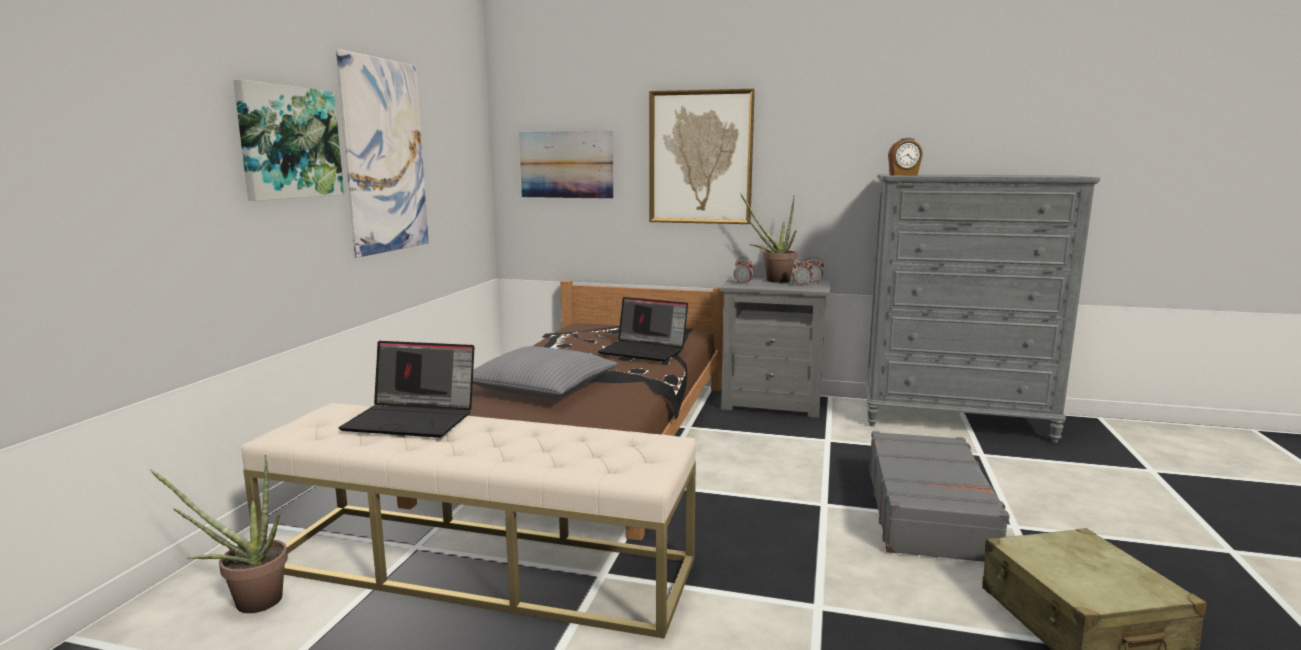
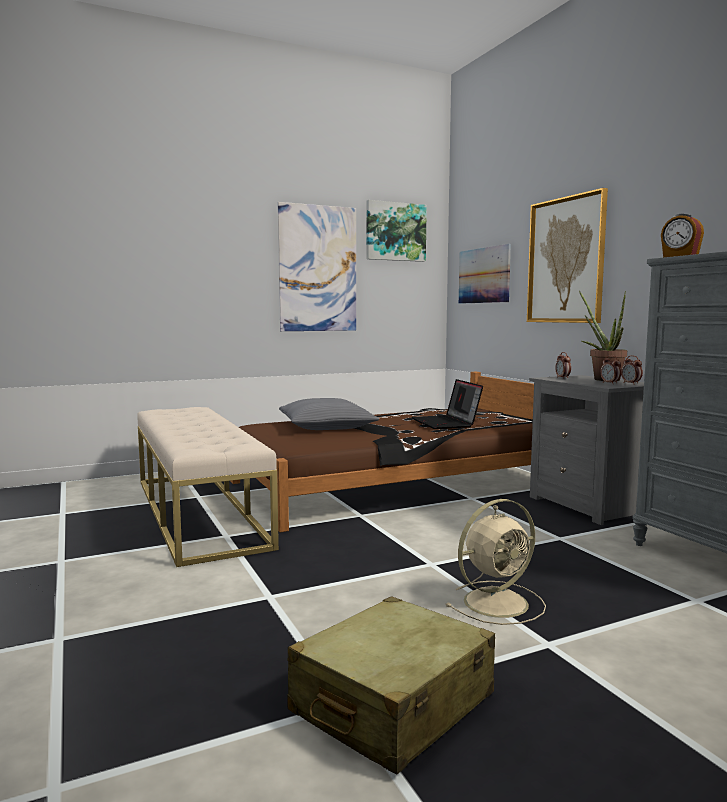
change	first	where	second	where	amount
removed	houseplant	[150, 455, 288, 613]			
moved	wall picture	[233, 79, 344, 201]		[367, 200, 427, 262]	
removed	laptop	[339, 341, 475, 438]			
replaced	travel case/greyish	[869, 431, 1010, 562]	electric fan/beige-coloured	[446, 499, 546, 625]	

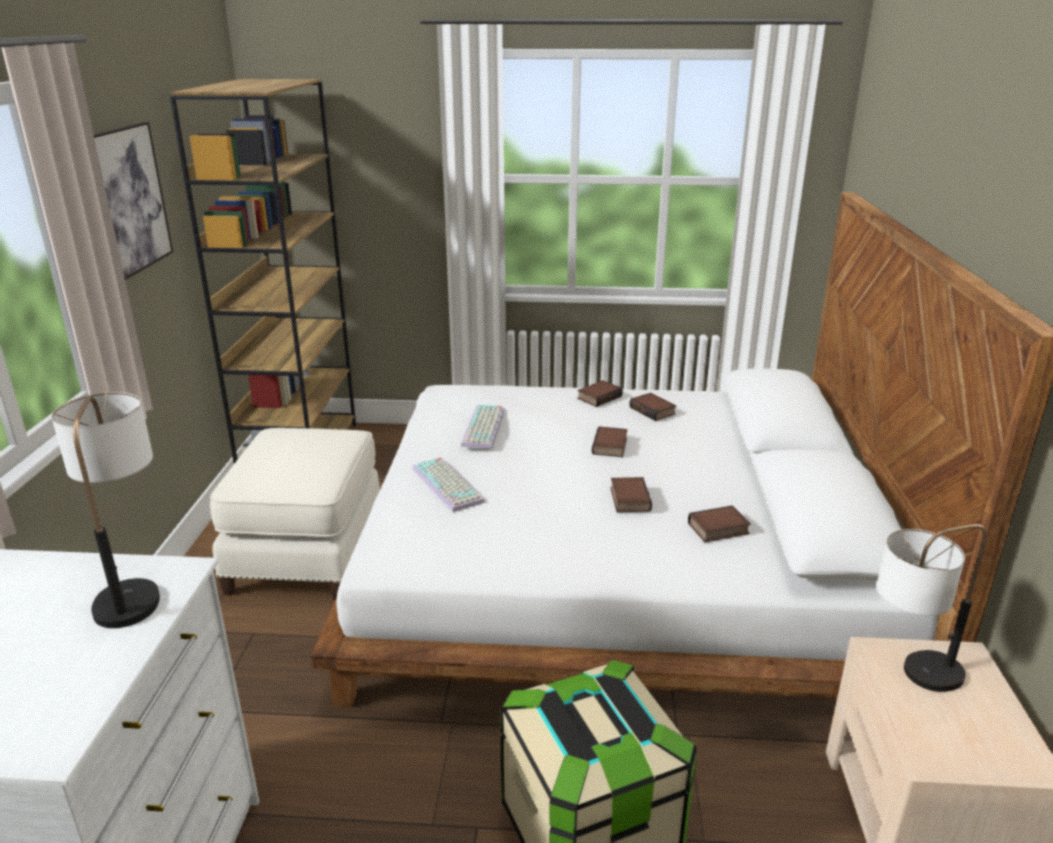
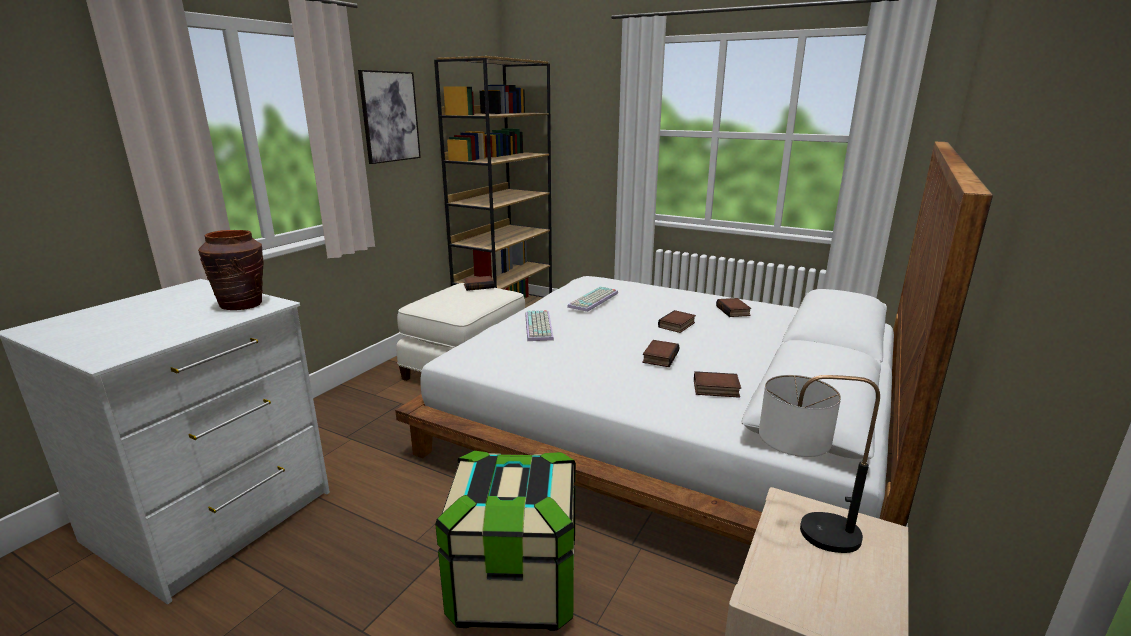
change	first	where	second	where	amount
replaced	tabletop lamp	[52, 392, 160, 628]	vase/brown	[198, 230, 263, 310]	
moved	book	[577, 381, 623, 407]		[463, 276, 494, 291]	

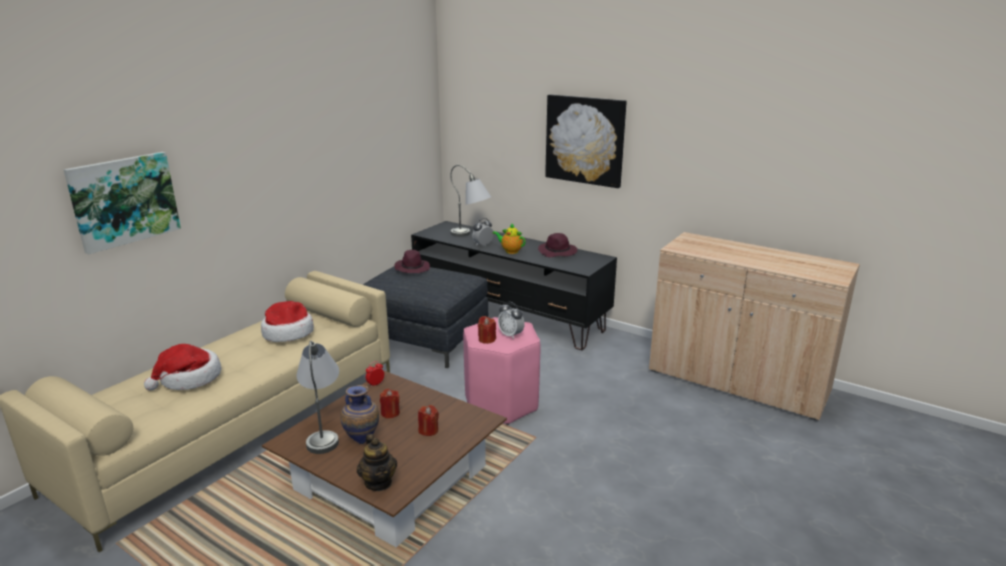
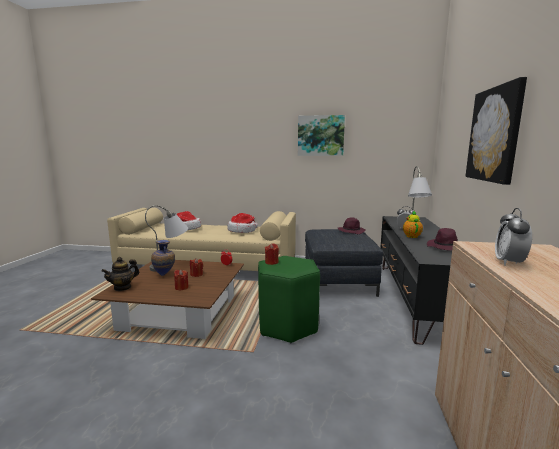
change	first	where	second	where	amount
moved	wall picture	[63, 152, 181, 254]		[298, 115, 345, 156]	
recoloured	stool seat/pink	[463, 317, 541, 425]	stool seat/green	[258, 256, 320, 343]	
moved	alarm clock	[498, 301, 525, 339]		[495, 208, 532, 266]	

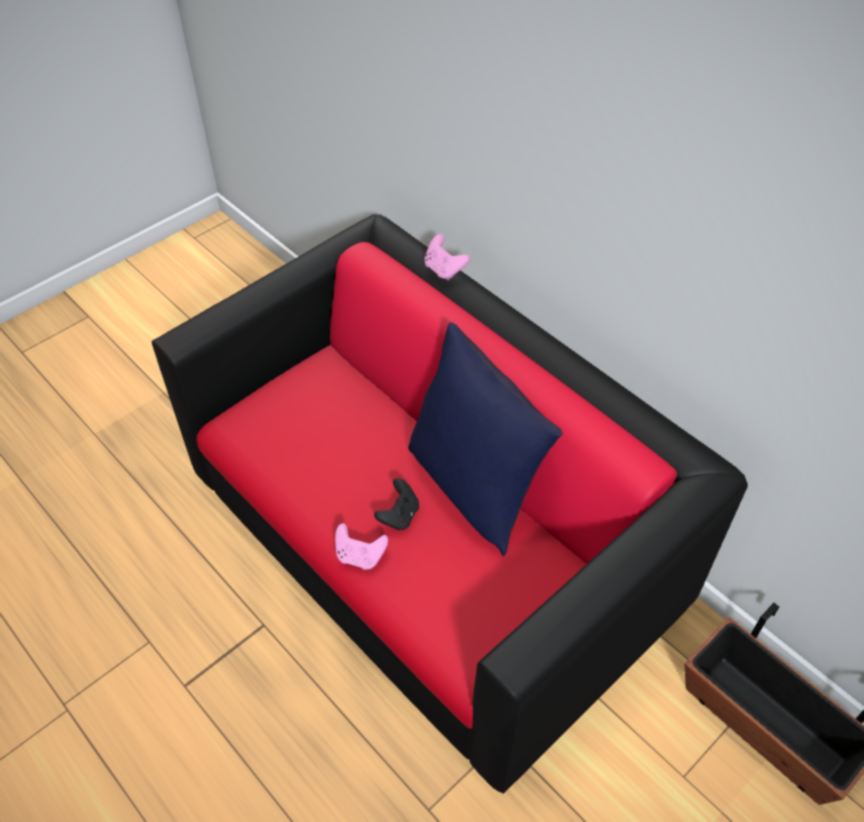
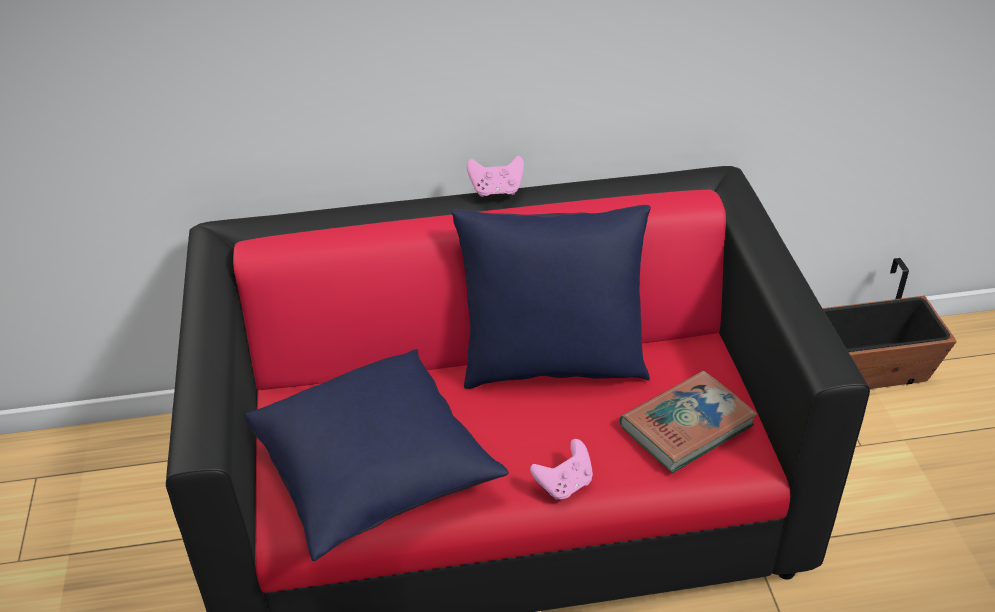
change	first	where	second	where	amount
removed	joypad/blackish	[374, 478, 419, 530]			
moved	joypad/pink	[424, 234, 470, 280]		[467, 156, 524, 197]	
added			pillow/blue-coloured	[246, 349, 509, 561]	
added			book	[619, 371, 758, 473]	

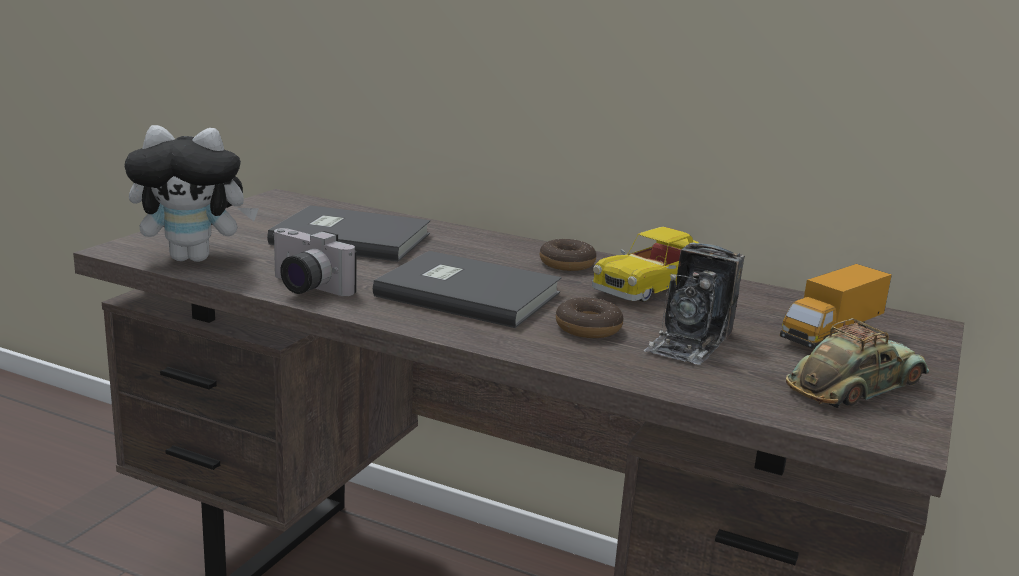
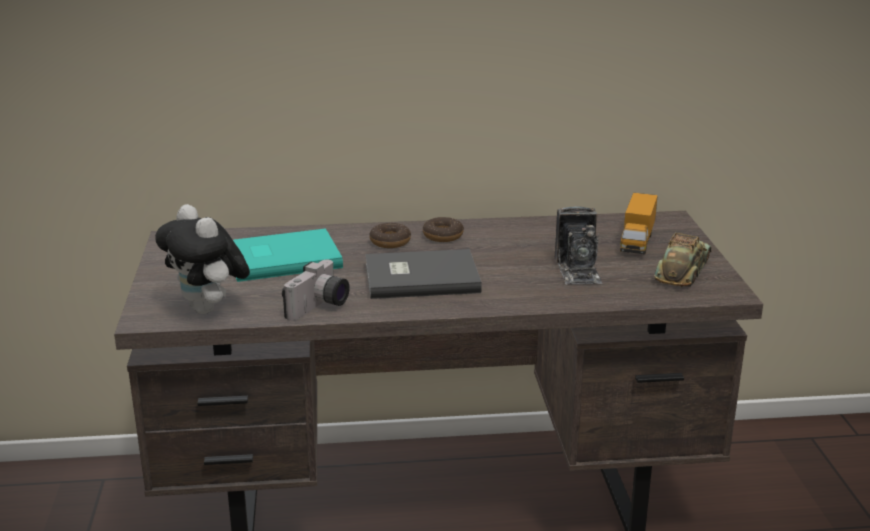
change	first	where	second	where	amount
turned	soft toy	[124, 125, 259, 262]		[155, 204, 250, 314]	90 degrees clockwise
recoloured	book/greyish	[267, 205, 430, 262]	book/turquoise	[233, 228, 343, 282]	
turned	photo camera	[272, 228, 357, 296]		[282, 260, 350, 321]	60 degrees counterclockwise
moved	donut	[556, 297, 624, 338]		[370, 223, 411, 248]	
removed	miniature car	[591, 227, 699, 302]			

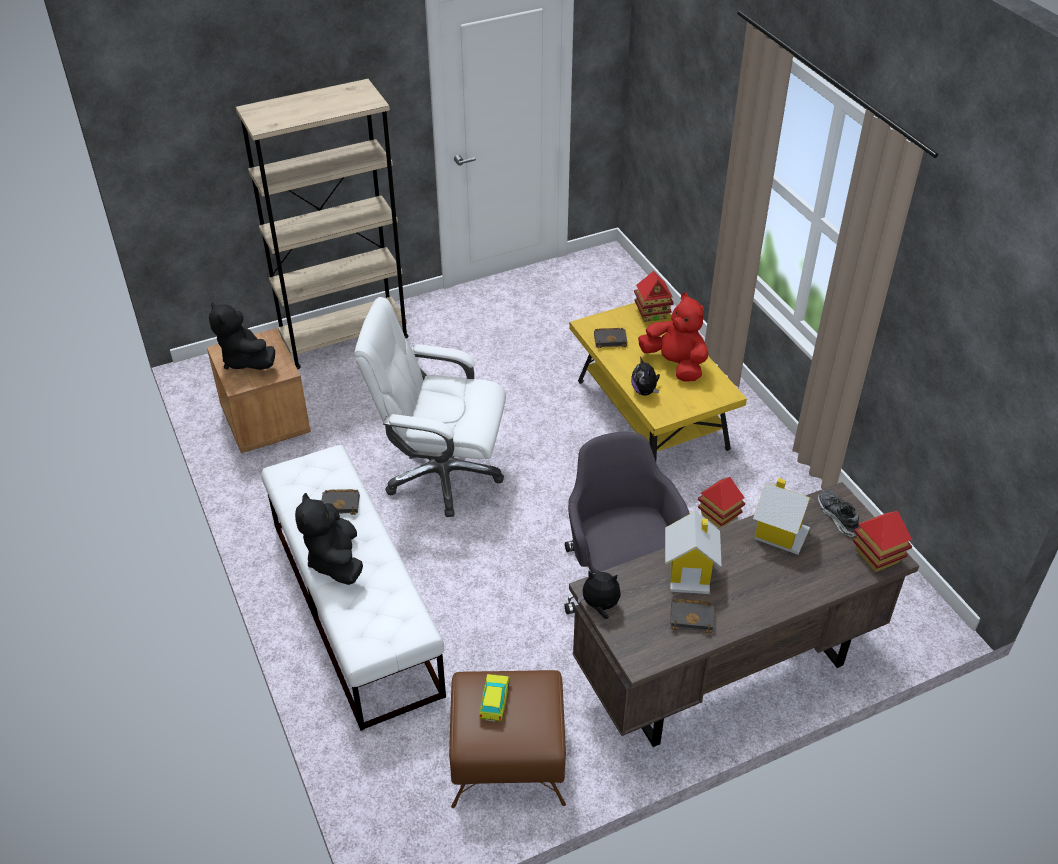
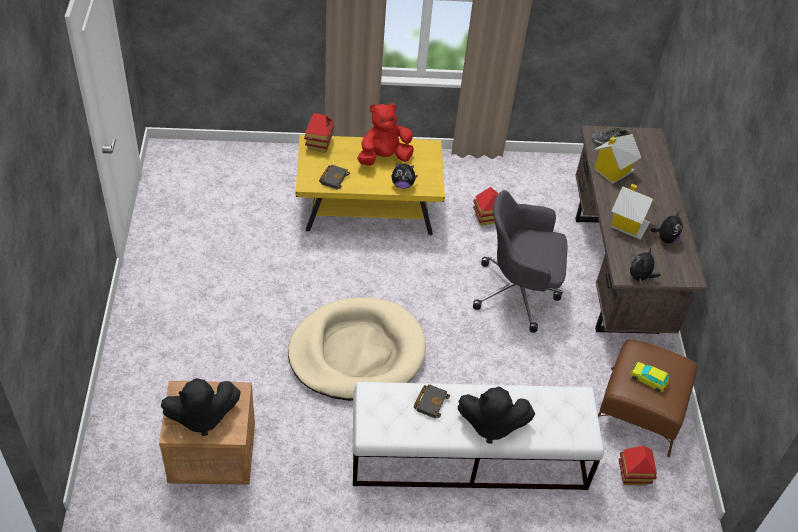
change	first	where	second	where	amount
removed	bookshelf/beige-coloured	[235, 79, 408, 369]			
replaced	desk chair/white-coloured	[354, 297, 506, 517]	pet bed/beige-coloured	[288, 297, 426, 401]	
replaced	book/blackish	[670, 599, 714, 634]	soft toy	[651, 212, 683, 243]	
moved	model house	[853, 511, 912, 572]		[619, 445, 657, 486]	

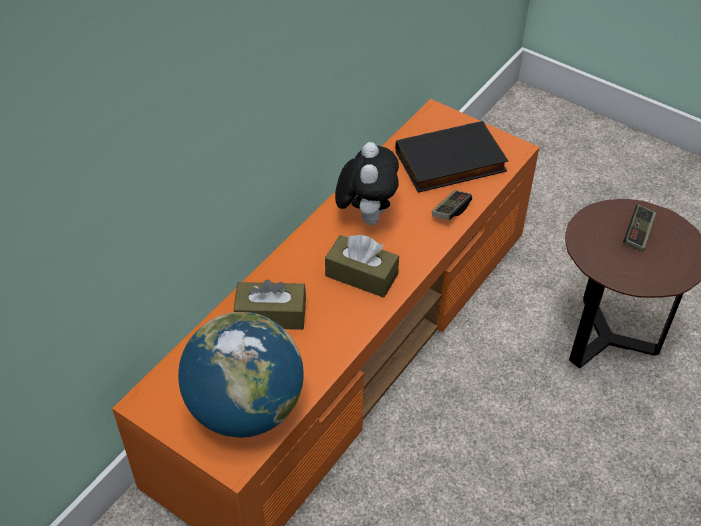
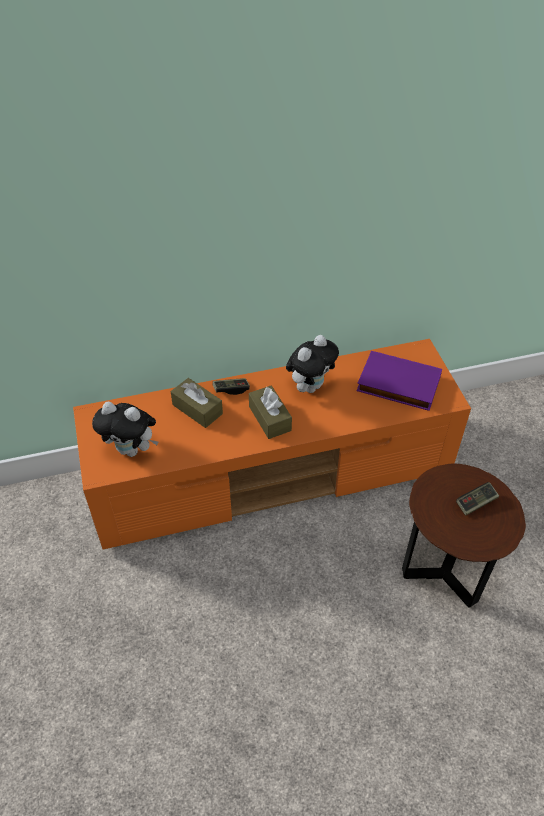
change	first	where	second	where	amount
replaced	globe	[178, 312, 304, 438]	soft toy	[92, 402, 158, 457]	
recoloured	book/blackish	[395, 121, 508, 193]	book/purple-coloured	[356, 351, 442, 411]	
moved	joypad	[432, 190, 472, 220]		[213, 378, 250, 395]	

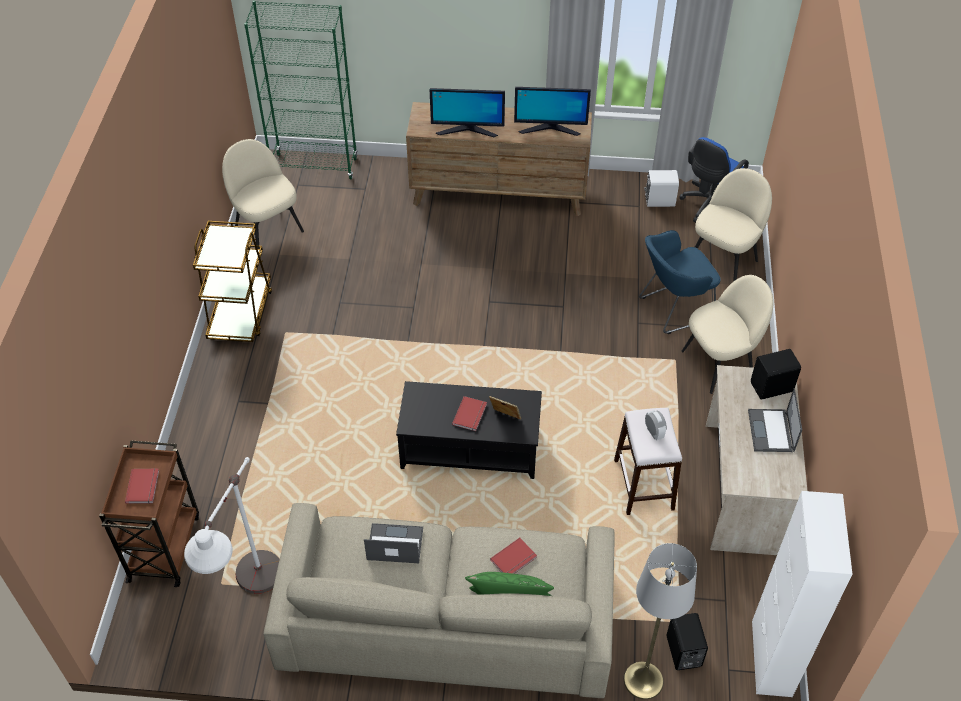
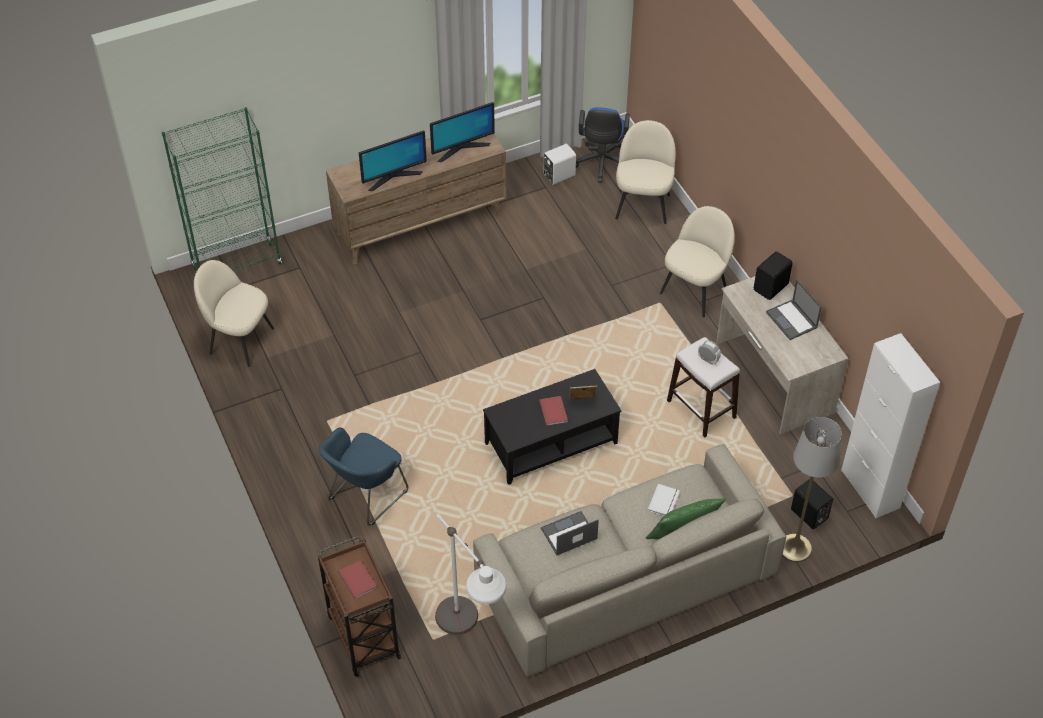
change	first	where	second	where	amount
removed	wheeled cart/brown	[193, 221, 273, 342]			
recoloured	book/red	[490, 538, 537, 574]	book/white-coloured	[648, 484, 680, 516]	
moved	armchair/blue-coloured	[639, 230, 721, 334]		[318, 427, 408, 526]	

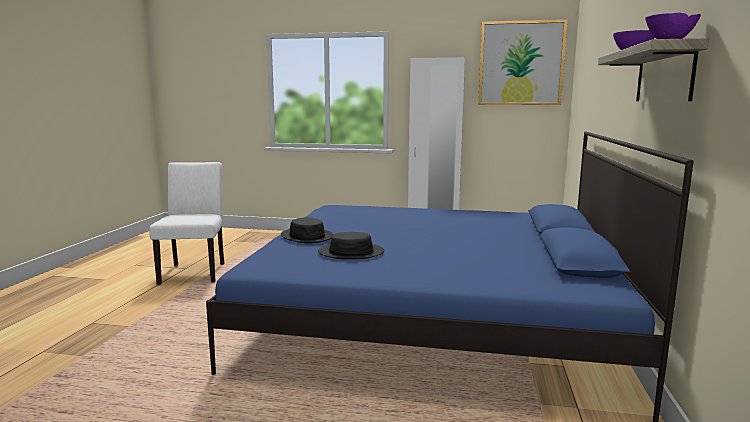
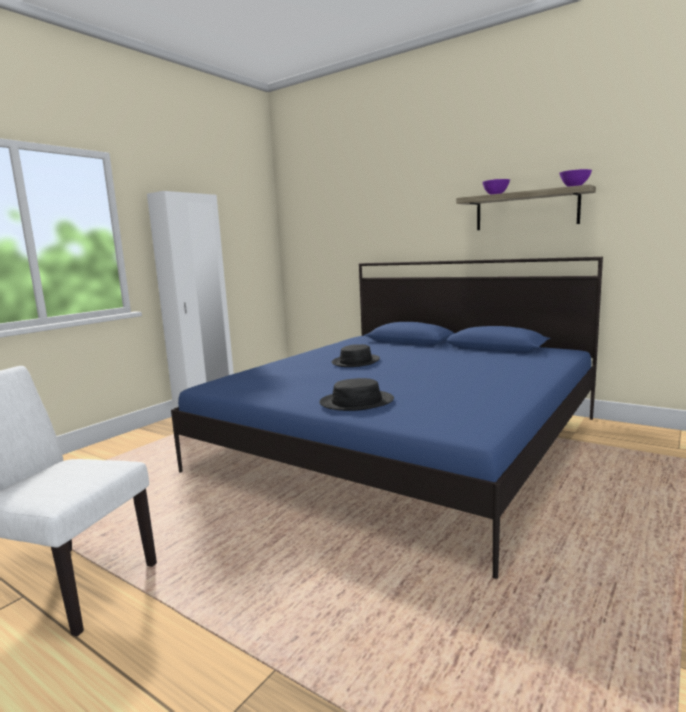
change	first	where	second	where	amount
moved	clothing hat/blackish	[318, 232, 384, 259]		[332, 344, 380, 367]	
removed	wall picture	[478, 20, 567, 105]			

